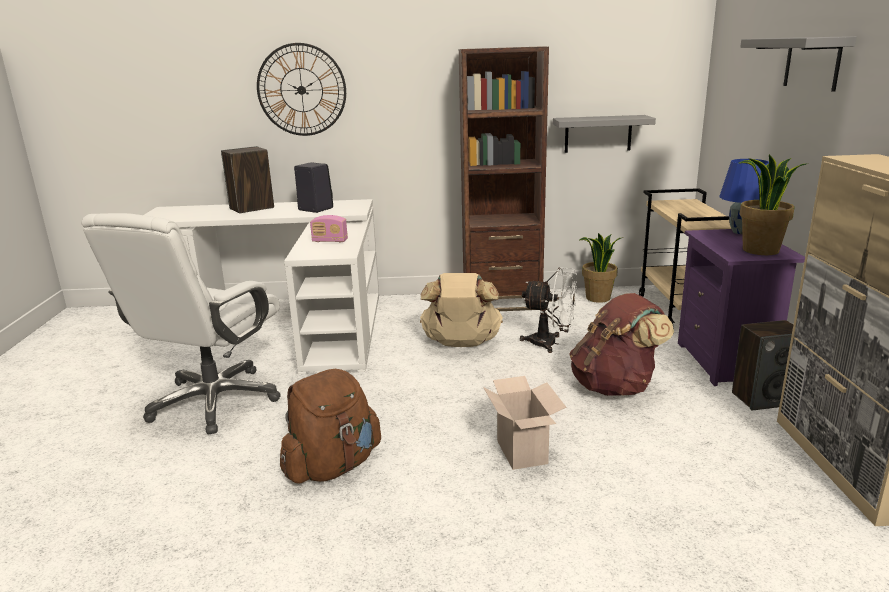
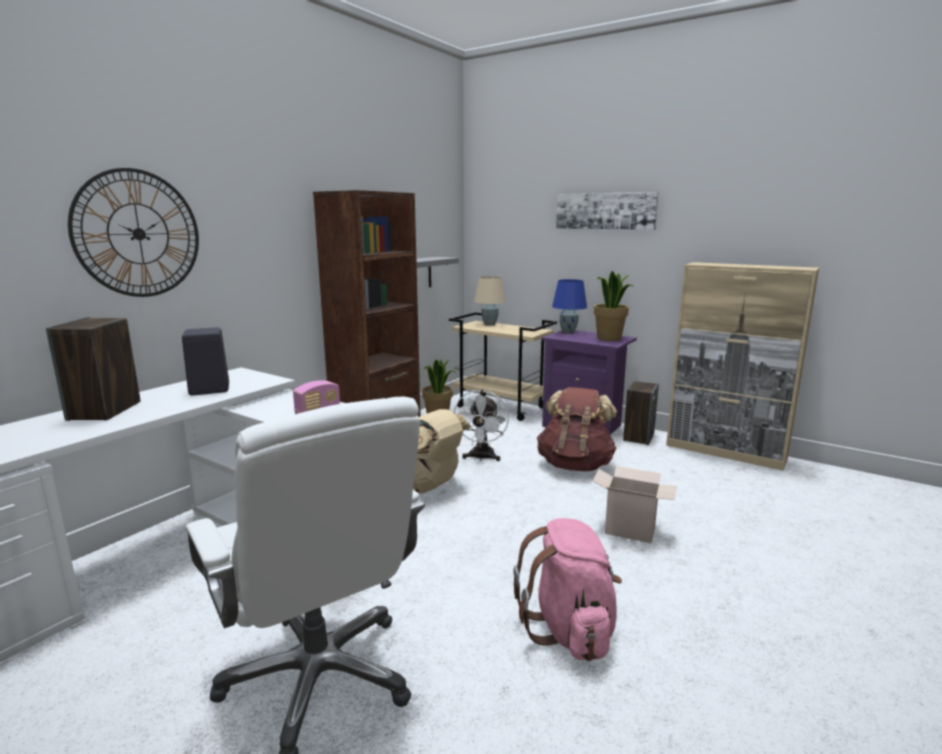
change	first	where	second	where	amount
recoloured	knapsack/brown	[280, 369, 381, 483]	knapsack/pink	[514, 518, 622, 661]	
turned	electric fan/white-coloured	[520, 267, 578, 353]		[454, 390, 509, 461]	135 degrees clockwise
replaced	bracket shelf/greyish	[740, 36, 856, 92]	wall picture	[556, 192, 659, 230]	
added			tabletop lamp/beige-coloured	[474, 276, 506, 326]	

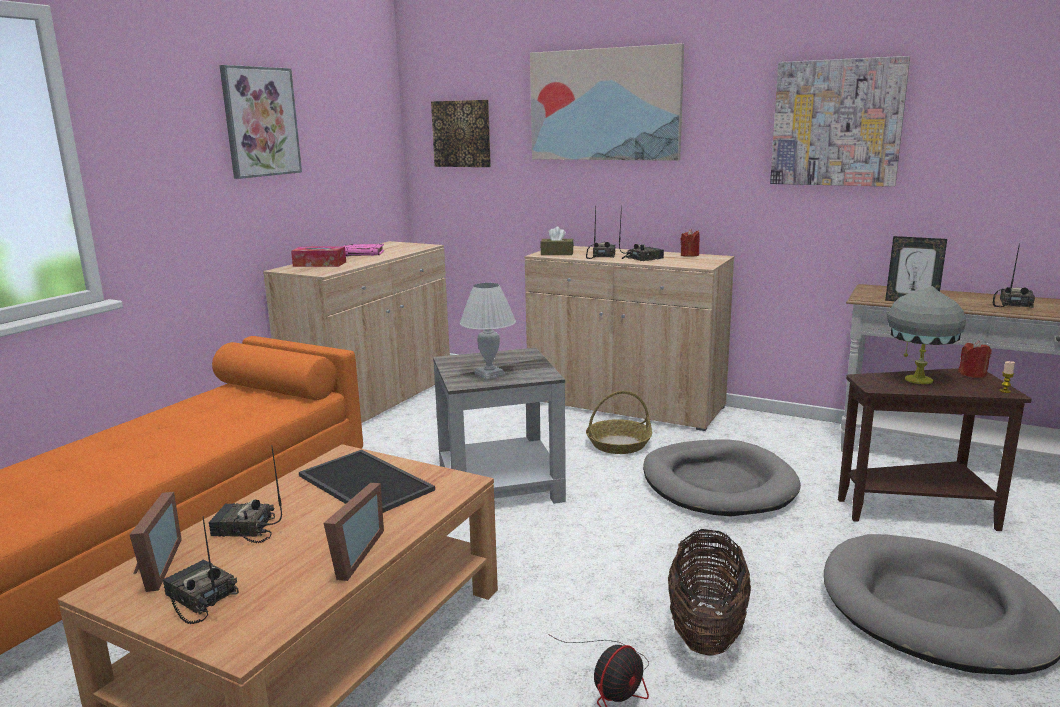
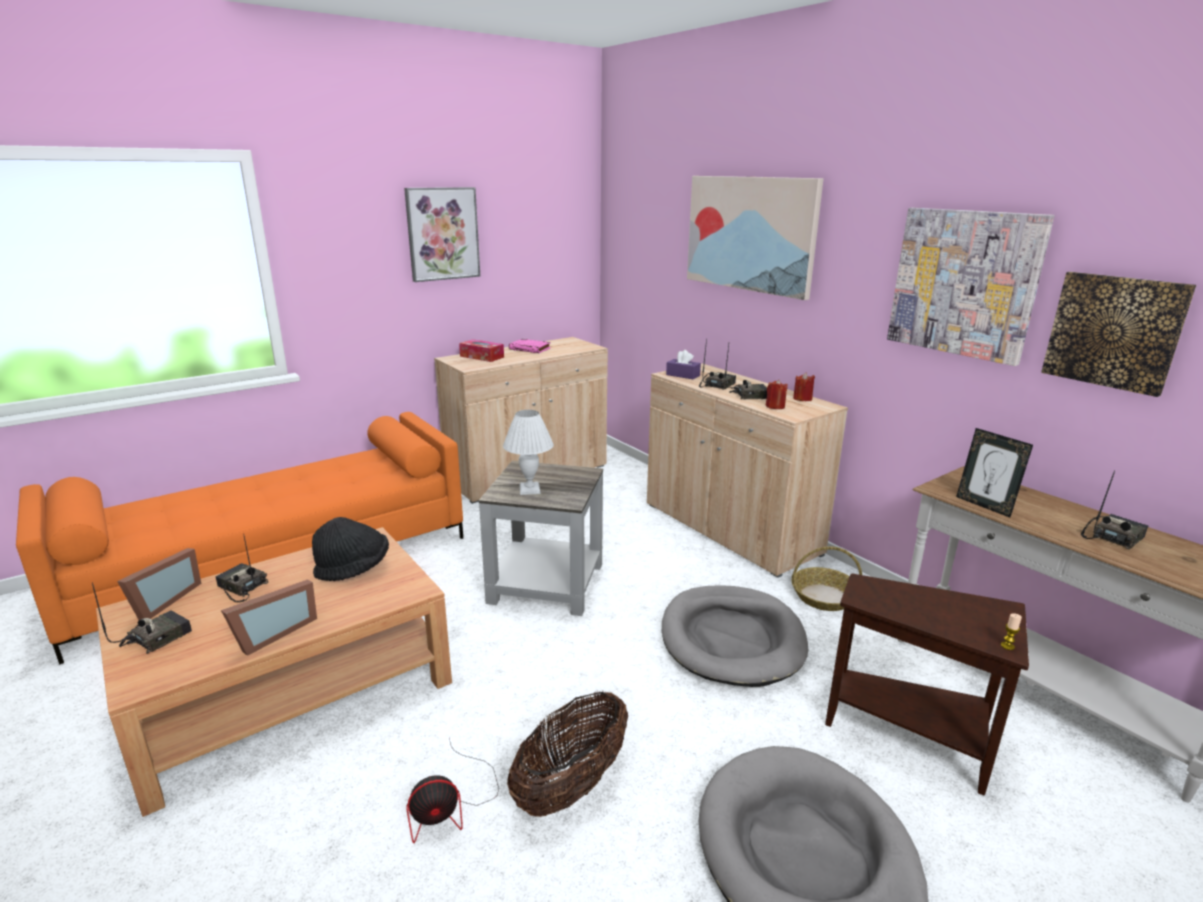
change	first	where	second	where	amount
turned	radio	[163, 516, 239, 624]		[92, 583, 192, 654]	60 degrees clockwise
replaced	tray	[299, 450, 435, 513]	clothing hat/blackish	[312, 517, 389, 581]	
moved	wall picture	[431, 100, 491, 167]		[1041, 272, 1196, 397]	
recoloured	tissue holder/brown	[540, 226, 574, 255]	tissue holder/purple-coloured	[666, 350, 701, 379]	
moved	storage basket	[586, 391, 652, 454]		[791, 546, 862, 611]	
removed	tabletop lamp/greyish	[888, 286, 966, 384]			
moved	wax candle/red	[958, 341, 992, 378]		[766, 380, 788, 409]	

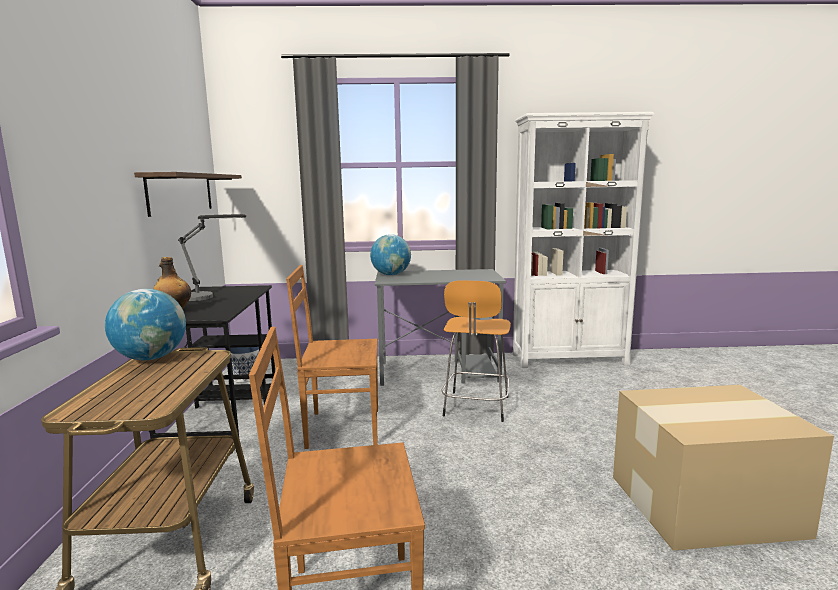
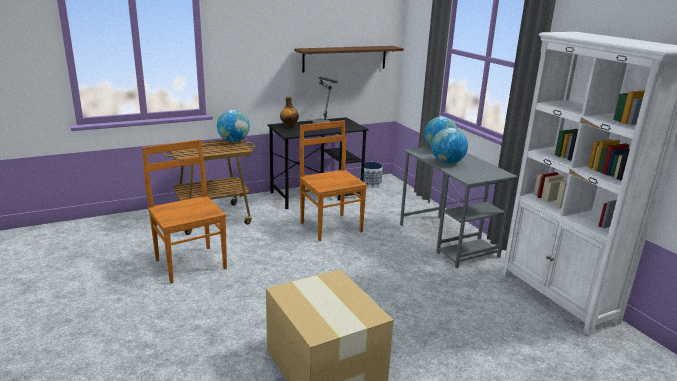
change	first	where	second	where	amount
removed	stool seat/orange	[441, 280, 511, 422]			
added			globe	[431, 128, 468, 164]	

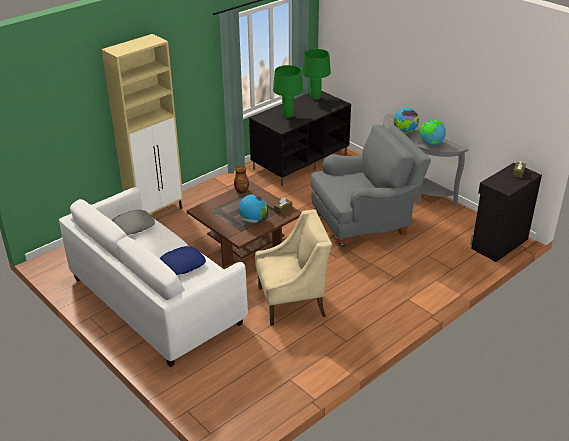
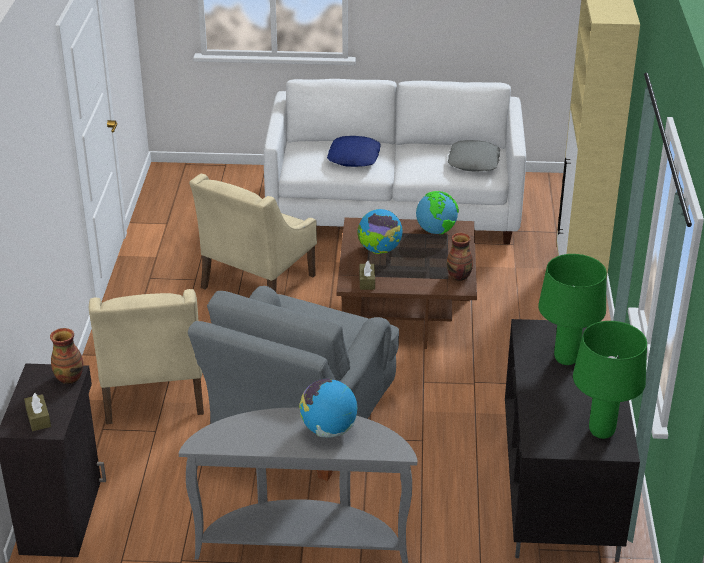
change	first	where	second	where	amount
moved	globe	[420, 120, 446, 146]		[416, 191, 459, 234]	
added			vase	[50, 328, 83, 384]	
added			armchair/beige-coloured	[89, 289, 204, 424]	

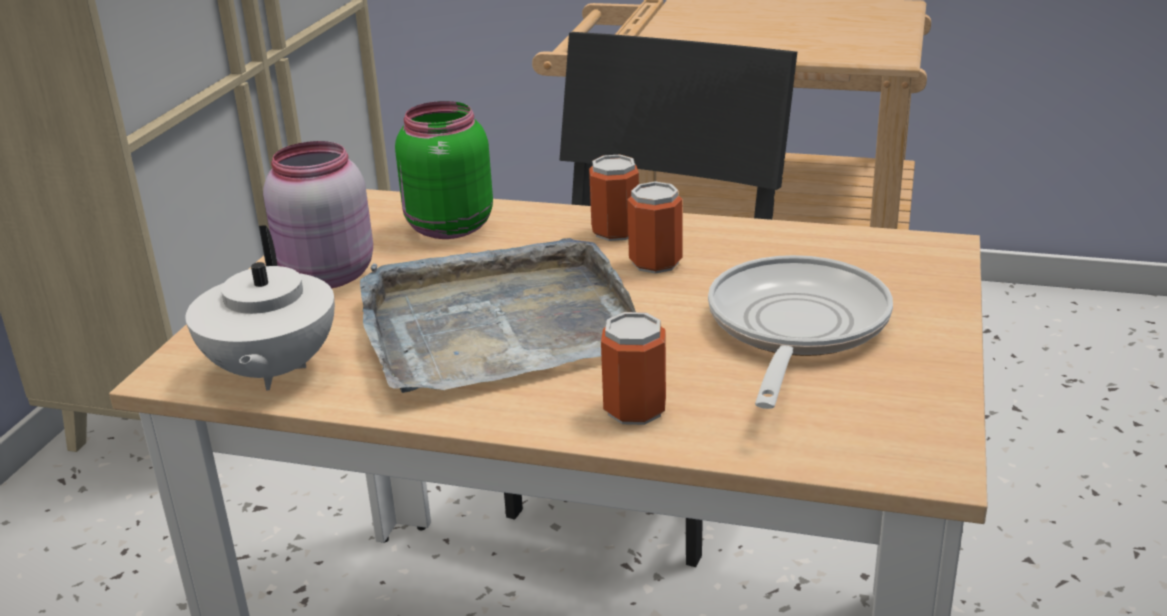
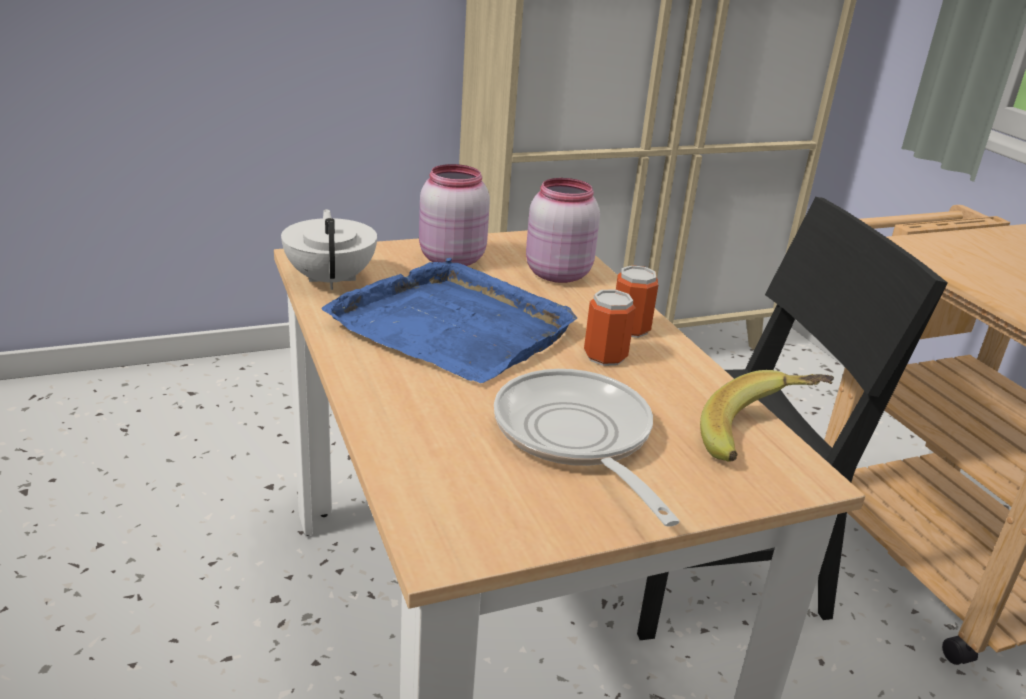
change	first	where	second	where	amount
turned	teapot/white-coloured	[185, 225, 335, 391]		[281, 209, 377, 290]	120 degrees clockwise
recoloured	tray/greyish	[360, 238, 636, 393]	tray/blue-coloured	[321, 258, 577, 383]	
recoloured	storage jar/green	[395, 101, 493, 239]	storage jar/pink	[526, 178, 600, 283]	
removed	metal can	[601, 312, 666, 425]			
turned	skillet	[708, 255, 893, 409]		[494, 369, 680, 527]	90 degrees counterclockwise
added			banana fruit	[700, 370, 834, 462]	

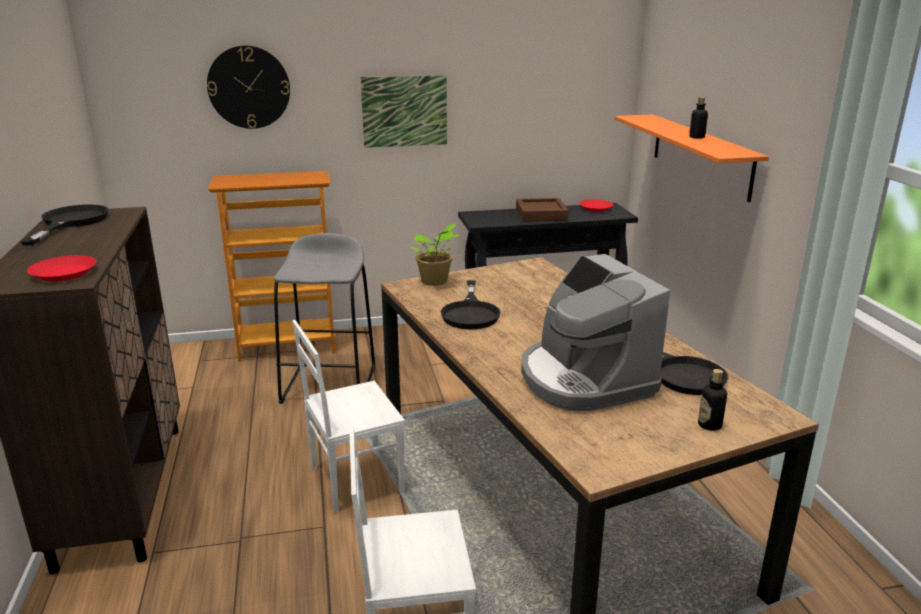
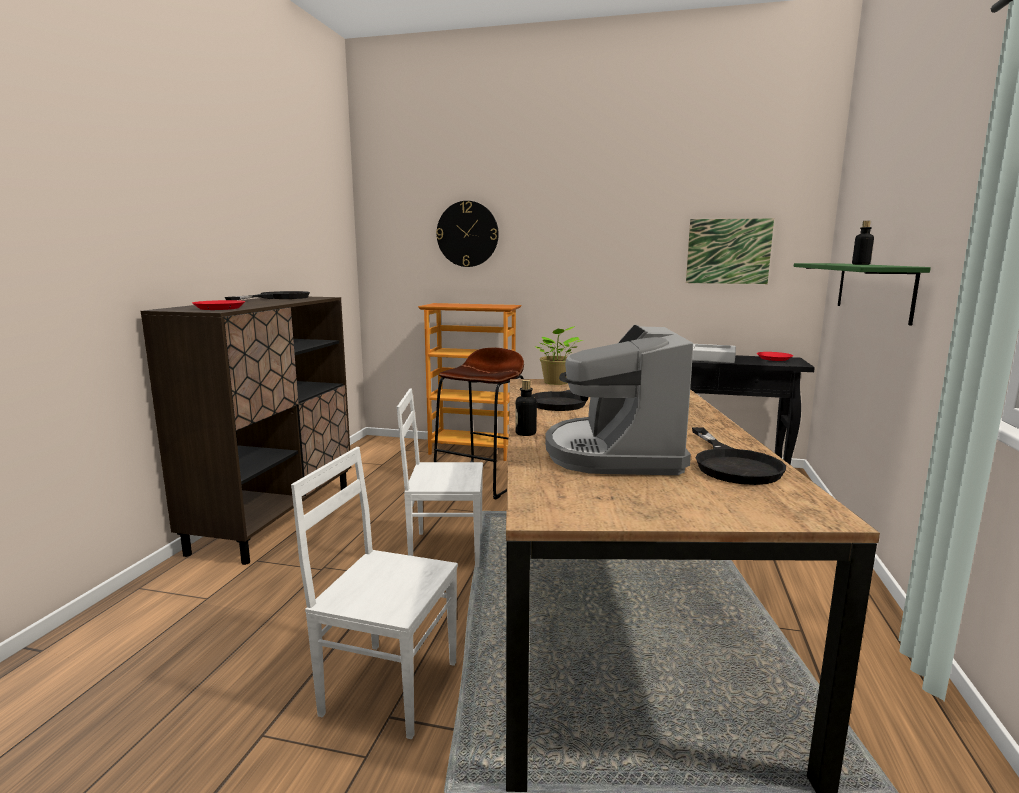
change	first	where	second	where	amount
recoloured	stool seat/greyish	[274, 233, 375, 404]	stool seat/brown	[434, 348, 524, 499]	
moved	wall picture	[360, 75, 447, 148]		[686, 218, 774, 284]	
recoloured	tray/brown	[516, 198, 569, 222]	tray/greyish	[692, 344, 736, 363]	
recoloured	bracket shelf/orange	[614, 114, 769, 202]	bracket shelf/green	[794, 263, 931, 325]	
moved	drink bottle	[698, 369, 727, 431]		[515, 380, 537, 436]	

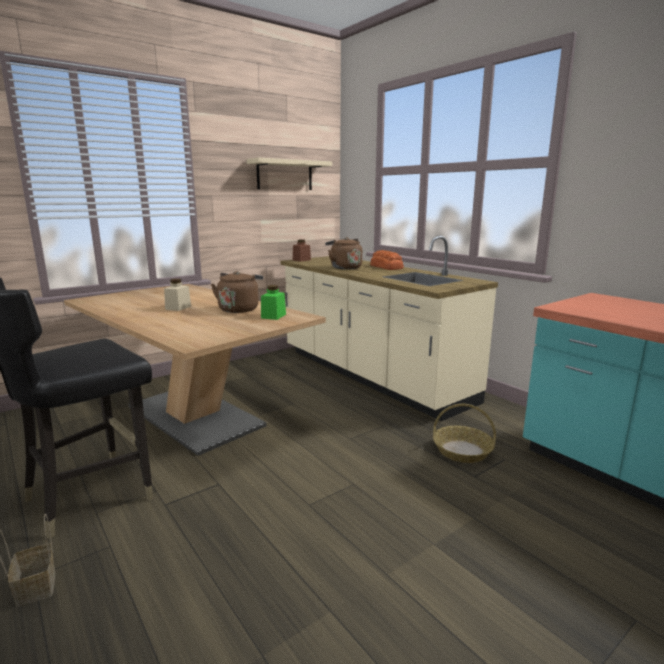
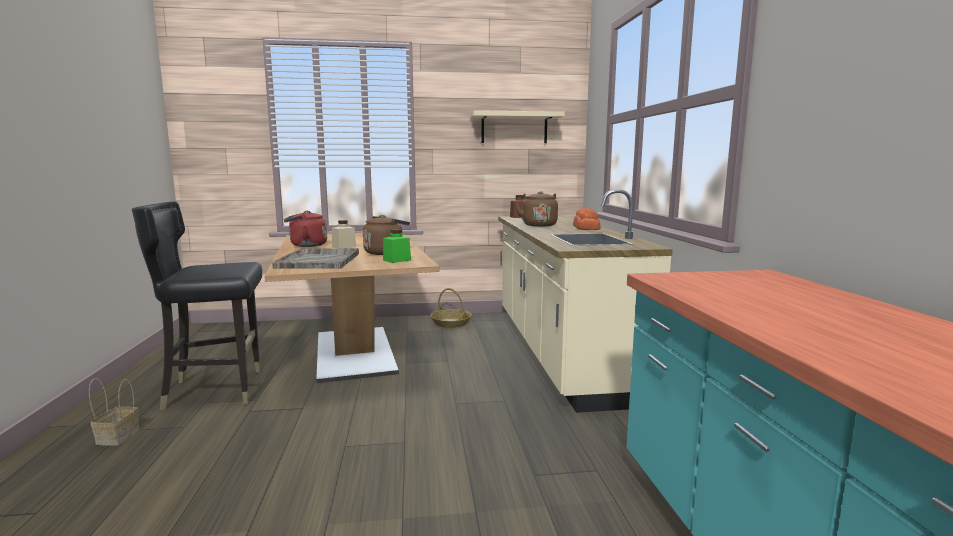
change	first	where	second	where	amount
moved	storage basket	[433, 404, 496, 463]		[430, 288, 472, 328]	
added			tray/greyish	[272, 248, 359, 269]	
added			water kettle/red	[284, 211, 327, 247]	

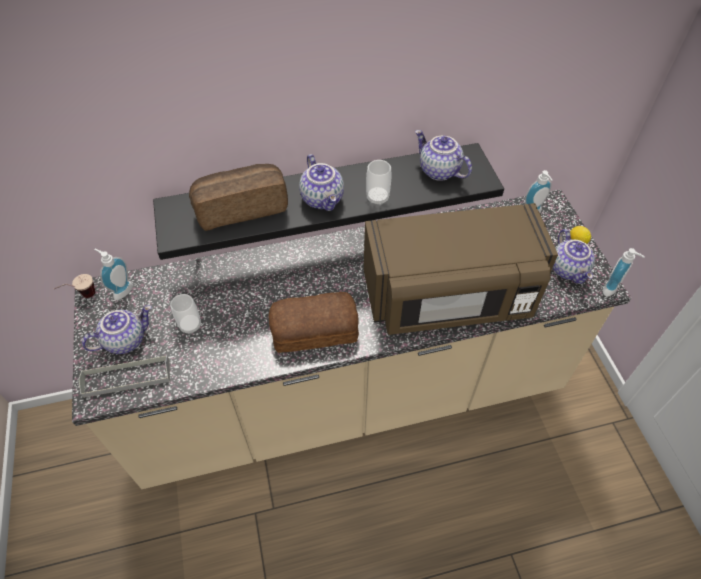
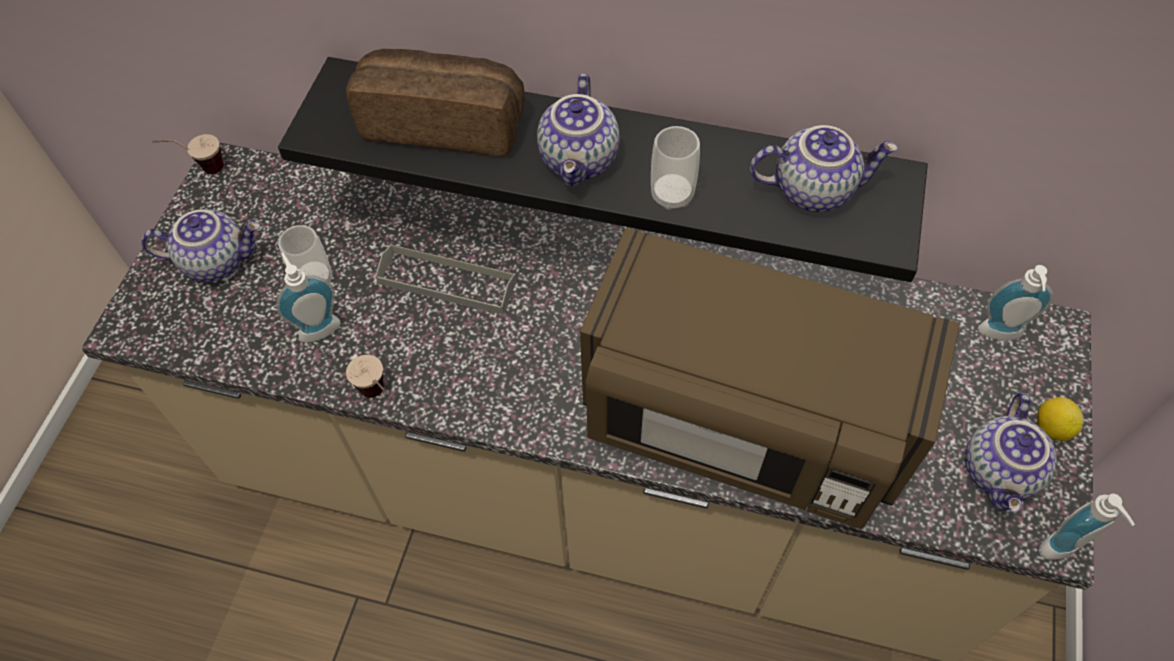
change	first	where	second	where	amount
moved	tray/greyish	[79, 355, 170, 398]		[375, 244, 517, 315]	
moved	liquid soap bottle	[94, 249, 133, 300]		[276, 253, 340, 343]	
removed	bread	[269, 292, 359, 353]			
turned	teapot	[415, 130, 472, 181]		[750, 125, 898, 212]	105 degrees clockwise
added			drinking cup	[346, 355, 387, 398]	

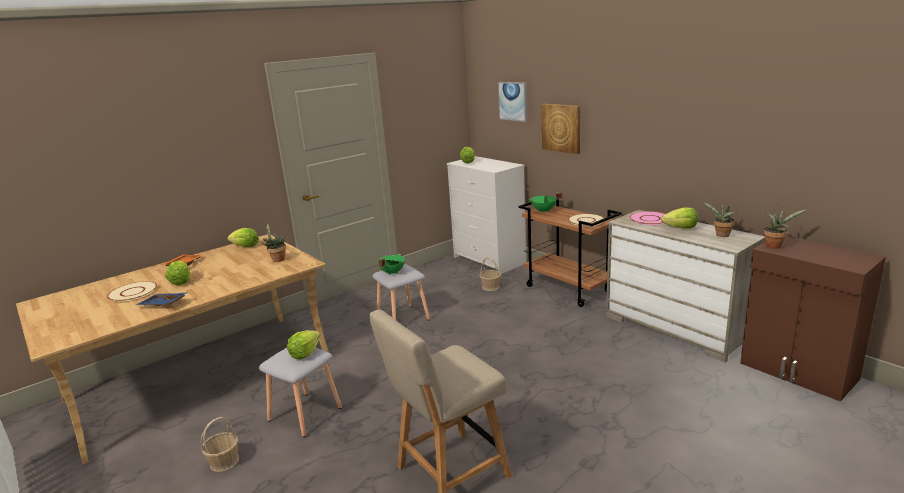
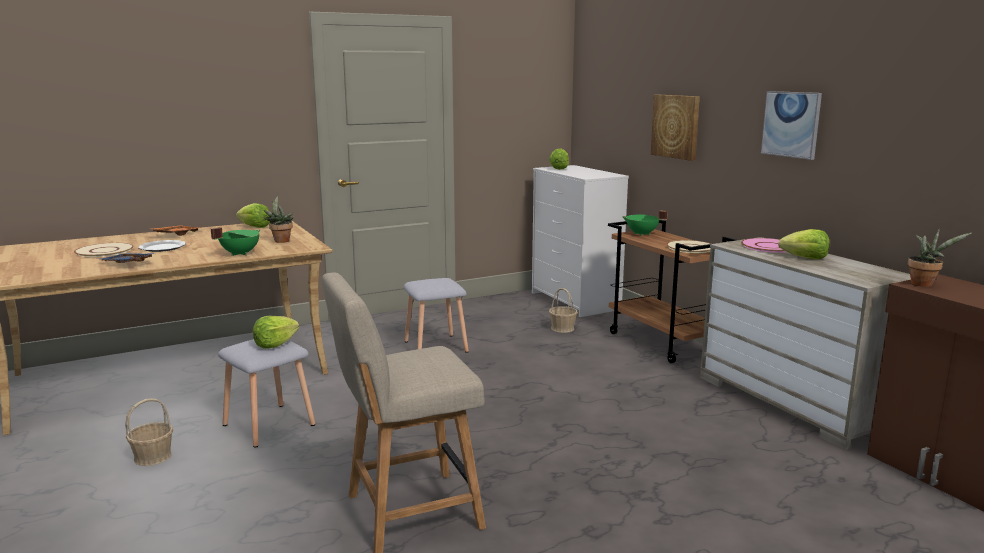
change	first	where	second	where	amount
replaced	lettuce head	[165, 261, 191, 285]	plate	[138, 240, 186, 252]	
moved	stockpot/green	[378, 254, 405, 275]		[211, 227, 260, 256]	
moved	wall picture	[498, 82, 527, 122]		[761, 91, 822, 160]	
removed	houseplant	[702, 201, 737, 237]			

